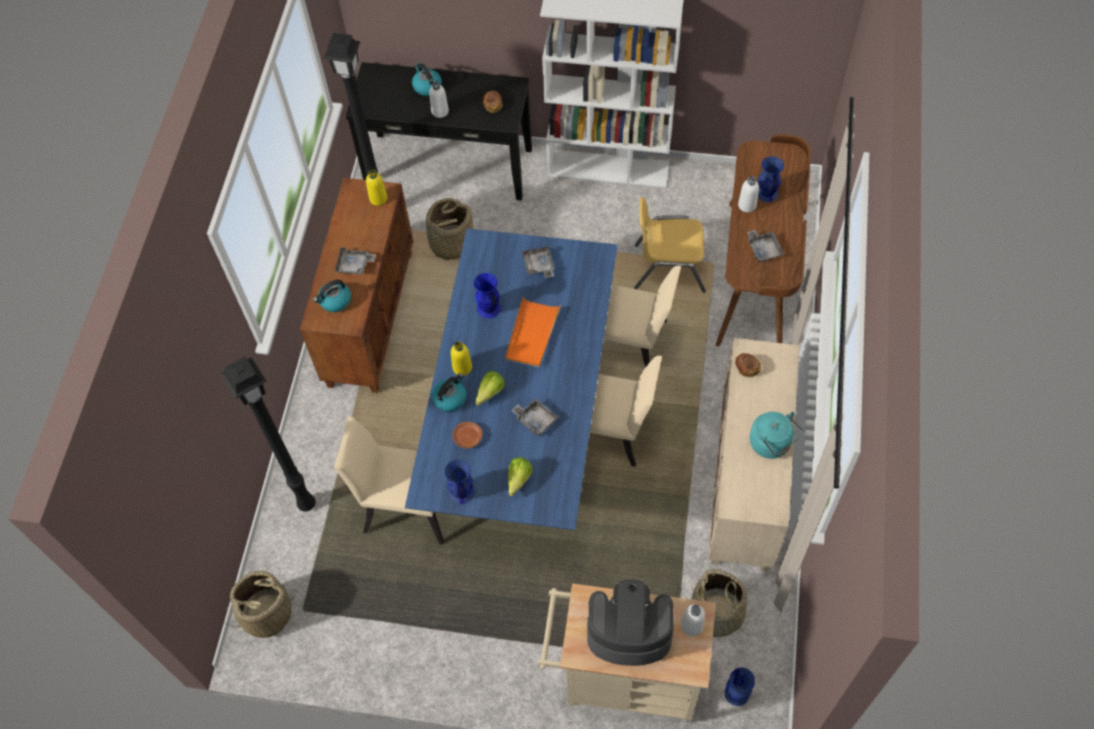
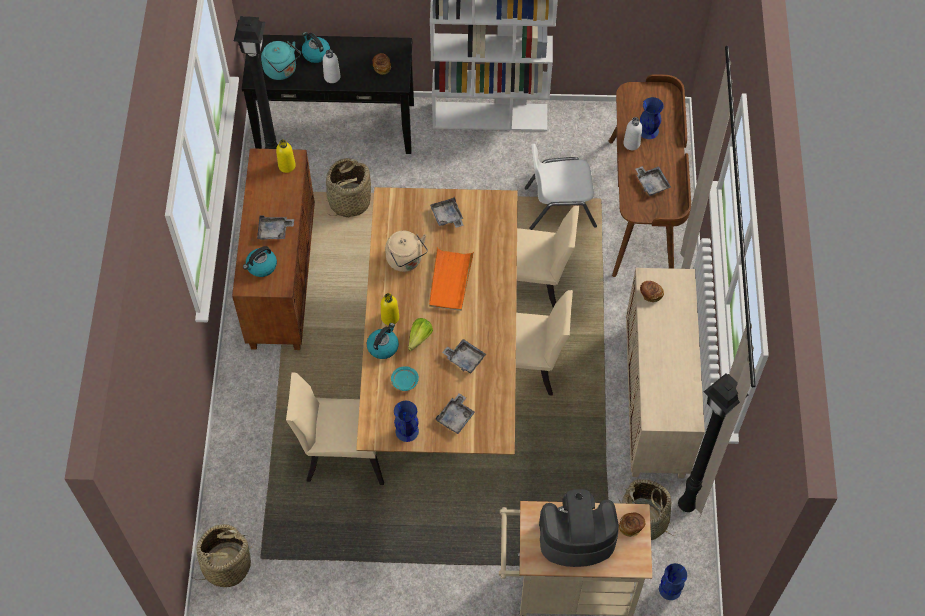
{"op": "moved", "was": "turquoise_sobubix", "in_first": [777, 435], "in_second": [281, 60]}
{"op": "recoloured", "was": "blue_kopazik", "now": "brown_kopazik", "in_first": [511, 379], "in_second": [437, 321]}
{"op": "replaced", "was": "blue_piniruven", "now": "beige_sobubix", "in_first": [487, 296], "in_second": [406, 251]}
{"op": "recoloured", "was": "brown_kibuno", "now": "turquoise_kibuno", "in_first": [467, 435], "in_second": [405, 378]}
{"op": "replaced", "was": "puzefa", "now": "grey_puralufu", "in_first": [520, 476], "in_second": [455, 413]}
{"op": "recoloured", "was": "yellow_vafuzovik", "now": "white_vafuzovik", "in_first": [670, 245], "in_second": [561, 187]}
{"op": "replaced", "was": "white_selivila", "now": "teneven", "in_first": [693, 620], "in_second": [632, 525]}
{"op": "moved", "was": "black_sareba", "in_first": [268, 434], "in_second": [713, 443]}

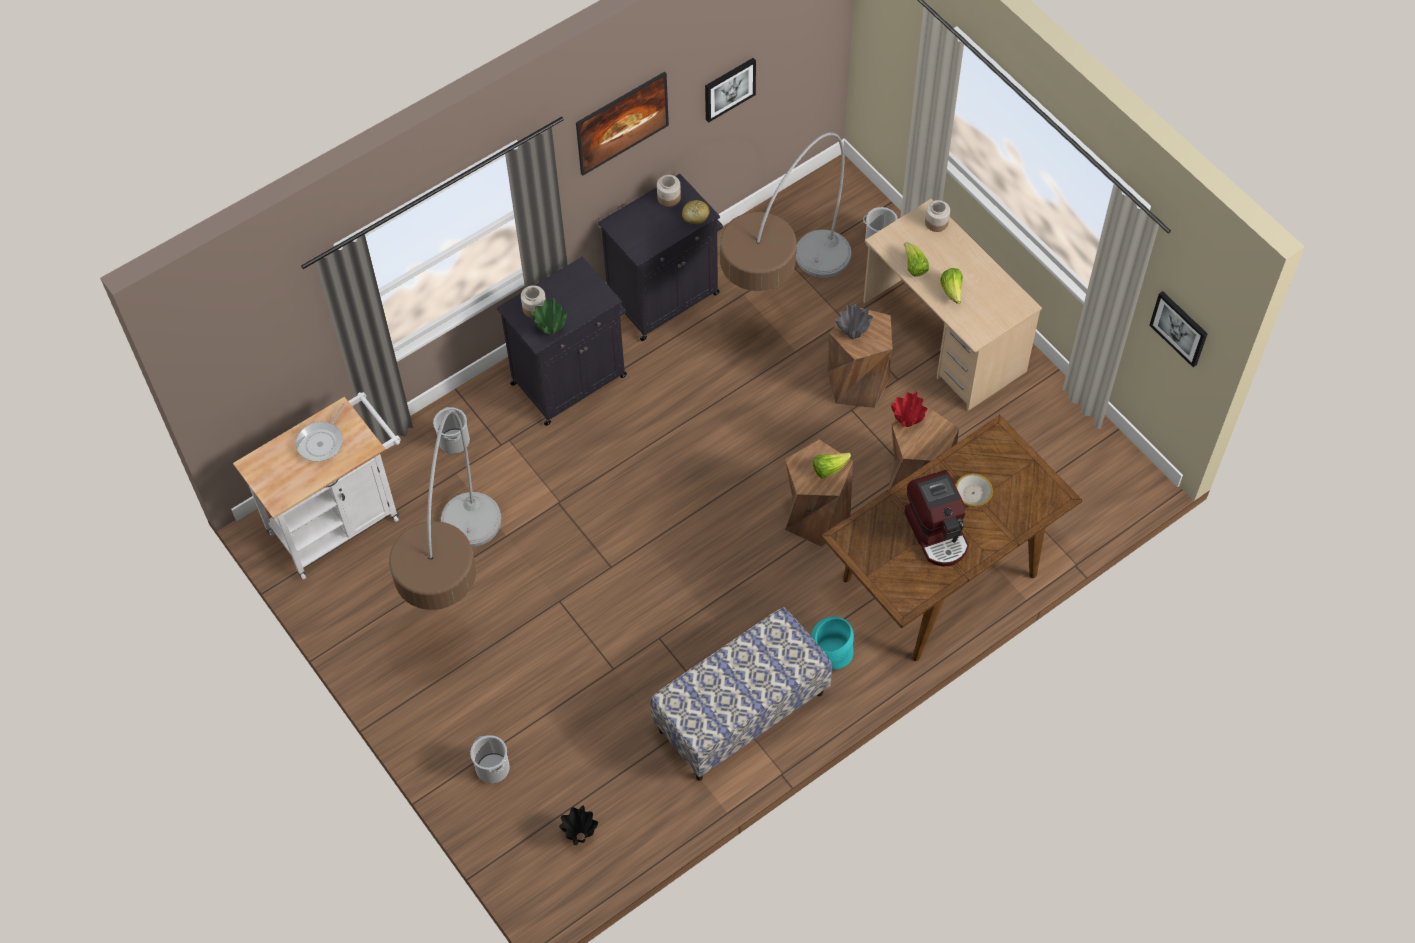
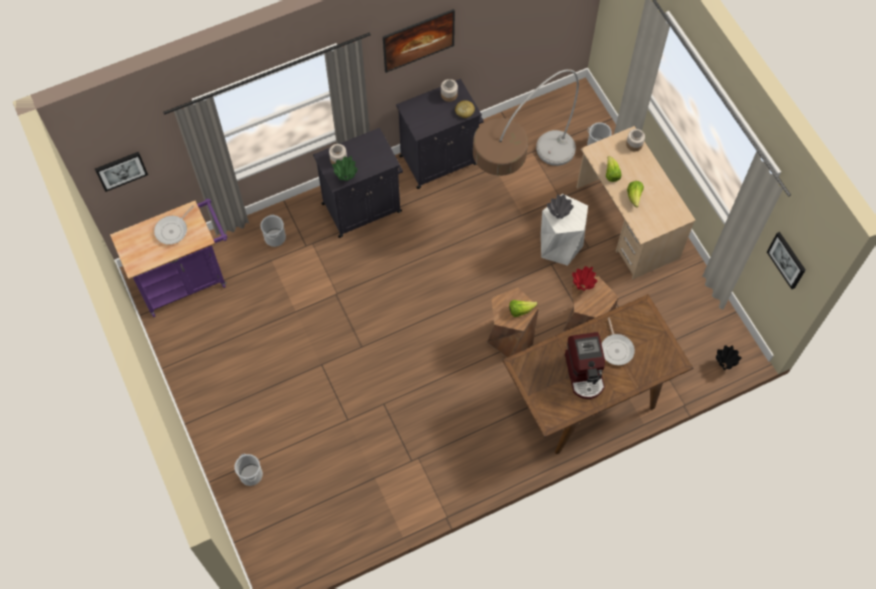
{"op": "moved", "was": "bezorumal", "in_first": [730, 90], "in_second": [121, 172]}
{"op": "recoloured", "was": "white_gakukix", "now": "purple_gakukix", "in_first": [317, 486], "in_second": [169, 258]}
{"op": "recoloured", "was": "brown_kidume", "now": "white_kidume", "in_first": [860, 358], "in_second": [564, 230]}
{"op": "replaced", "was": "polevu", "now": "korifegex", "in_first": [974, 490], "in_second": [618, 341]}
{"op": "moved", "was": "black_piniruven", "in_first": [578, 825], "in_second": [729, 357]}
{"op": "removed", "was": "sareba", "in_first": [445, 509]}
{"op": "removed", "was": "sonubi", "in_first": [741, 694]}
{"op": "removed", "was": "turquoise_piniruven", "in_first": [832, 643]}

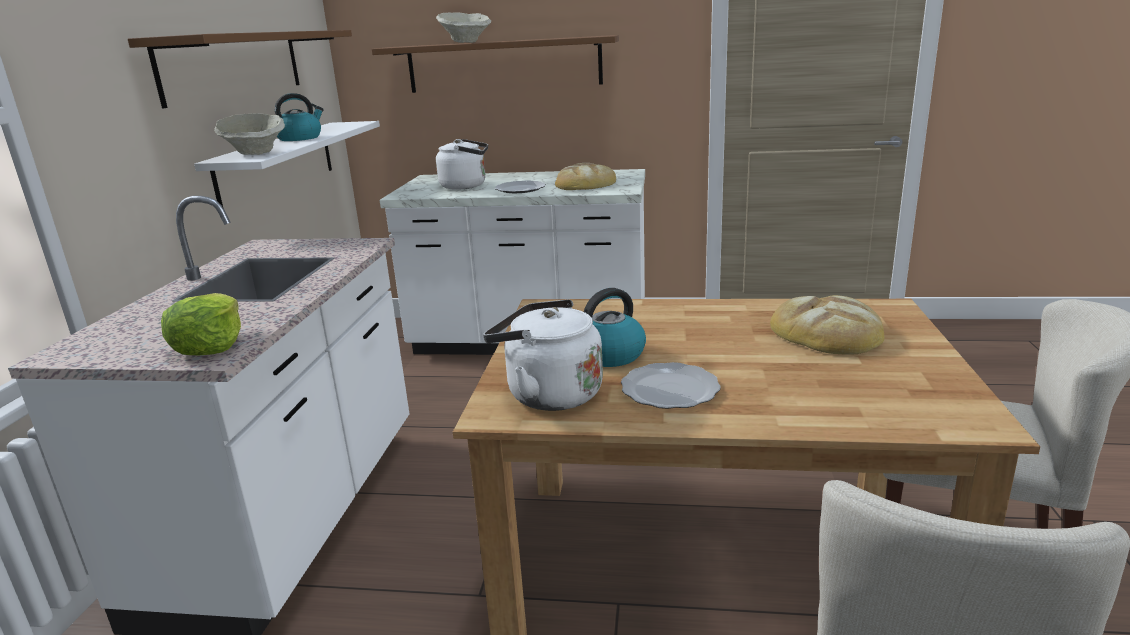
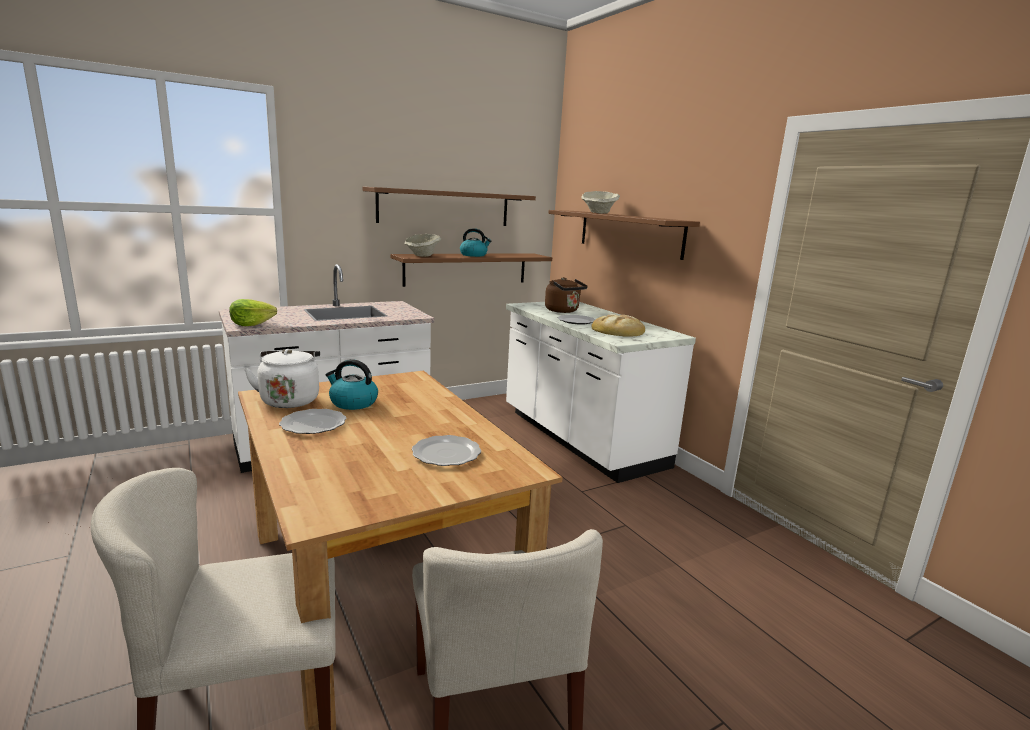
{"op": "recoloured", "was": "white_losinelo", "now": "brown_losinelo", "in_first": [287, 164], "in_second": [471, 270]}
{"op": "replaced", "was": "teneven", "now": "kibuno", "in_first": [827, 325], "in_second": [446, 450]}
{"op": "recoloured", "was": "white_sobubix", "now": "brown_sobubix", "in_first": [462, 164], "in_second": [566, 295]}

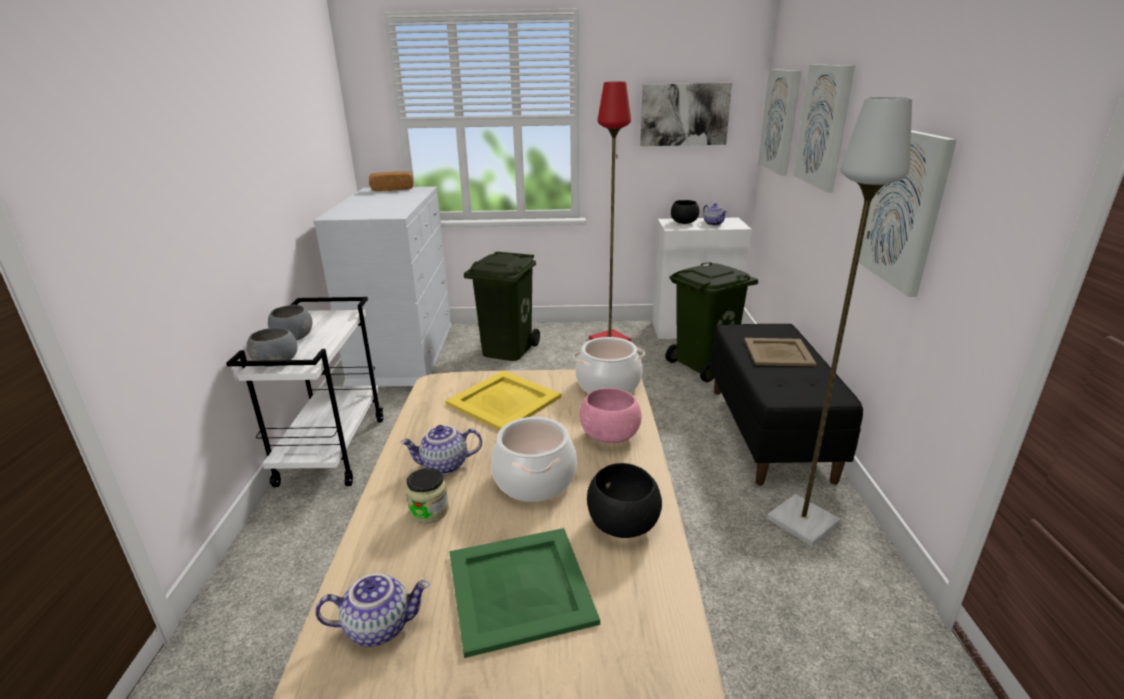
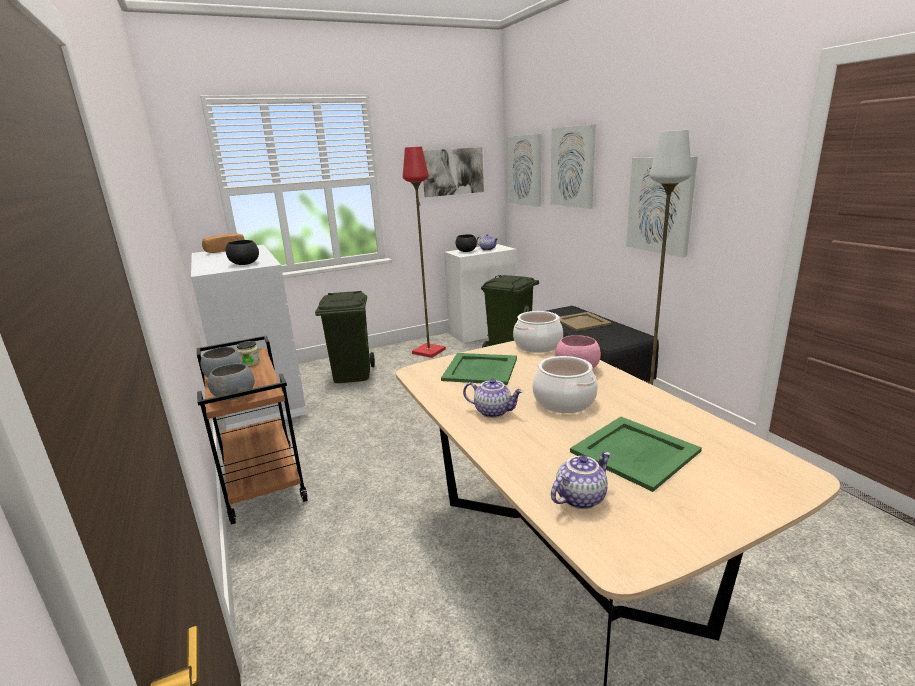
{"op": "recoloured", "was": "white_gakukix", "now": "brown_gakukix", "in_first": [304, 392], "in_second": [252, 430]}
{"op": "moved", "was": "black_polevu", "in_first": [624, 500], "in_second": [242, 252]}
{"op": "moved", "was": "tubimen", "in_first": [427, 496], "in_second": [249, 354]}
{"op": "recoloured", "was": "yellow_puralufu", "now": "green_puralufu", "in_first": [503, 401], "in_second": [479, 369]}
{"op": "turned", "was": "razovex", "in_first": [441, 450], "in_second": [493, 398], "clockwise": -120}

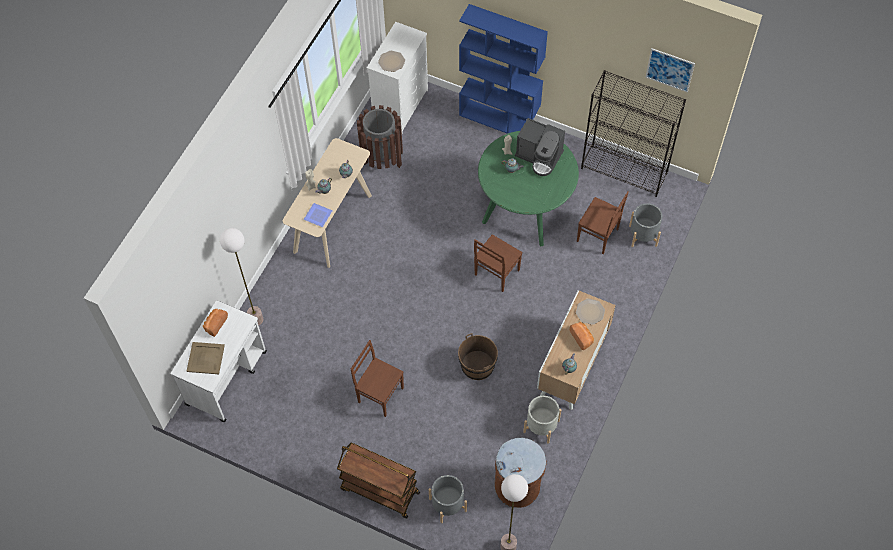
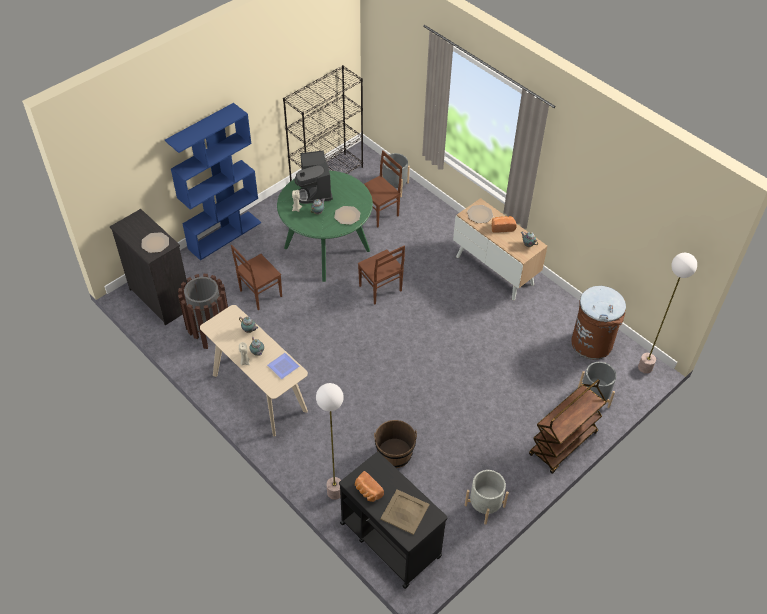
{"op": "recoloured", "was": "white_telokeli", "now": "black_telokeli", "in_first": [397, 78], "in_second": [148, 267]}
{"op": "moved", "was": "brown_vafuzovik", "in_first": [377, 378], "in_second": [256, 277]}
{"op": "turned", "was": "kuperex", "in_first": [540, 147], "in_second": [314, 177], "clockwise": 120}
{"op": "added", "now": "kibuno", "in_second": [347, 215]}
{"op": "recoloured", "was": "white_gakukix", "now": "black_gakukix", "in_first": [219, 361], "in_second": [393, 520]}
{"op": "moved", "was": "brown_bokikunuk", "in_first": [478, 356], "in_second": [395, 444]}
{"op": "moved", "was": "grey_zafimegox", "in_first": [542, 420], "in_second": [487, 497]}
{"op": "removed", "was": "bezorumal", "in_first": [670, 70]}

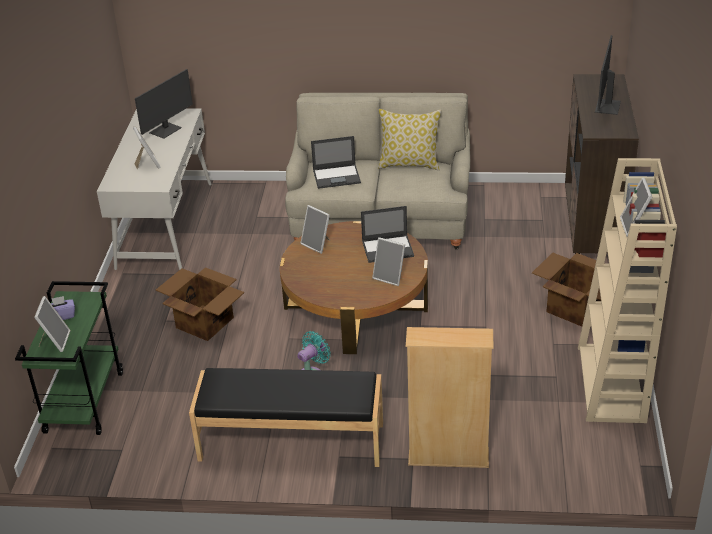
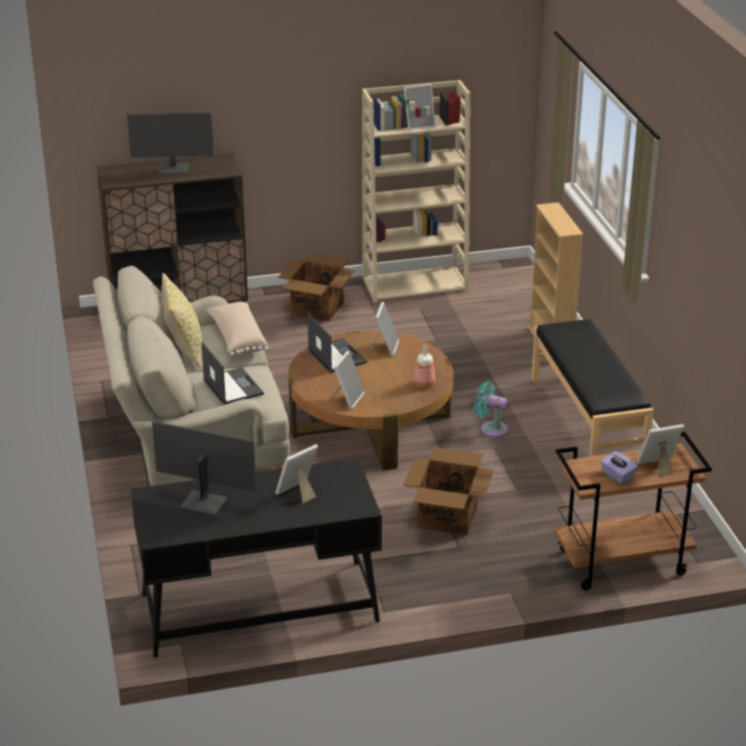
{"op": "recoloured", "was": "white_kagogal", "now": "black_kagogal", "in_first": [154, 189], "in_second": [256, 558]}
{"op": "added", "now": "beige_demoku", "in_second": [237, 328]}
{"op": "added", "now": "selivila", "in_second": [424, 366]}
{"op": "recoloured", "was": "green_gakukix", "now": "brown_gakukix", "in_first": [69, 358], "in_second": [633, 511]}

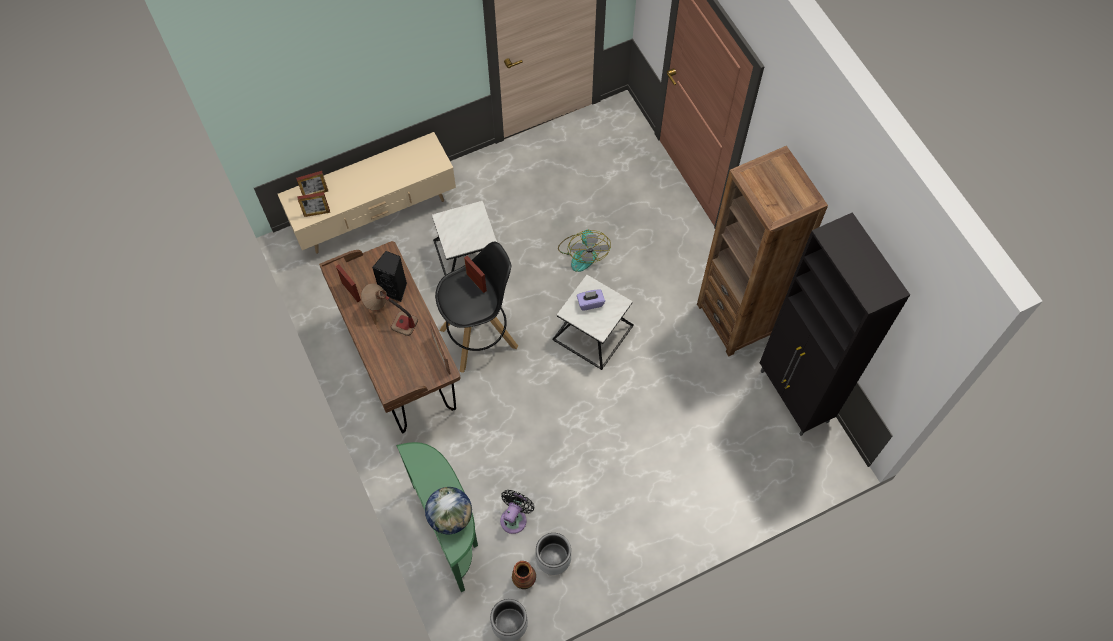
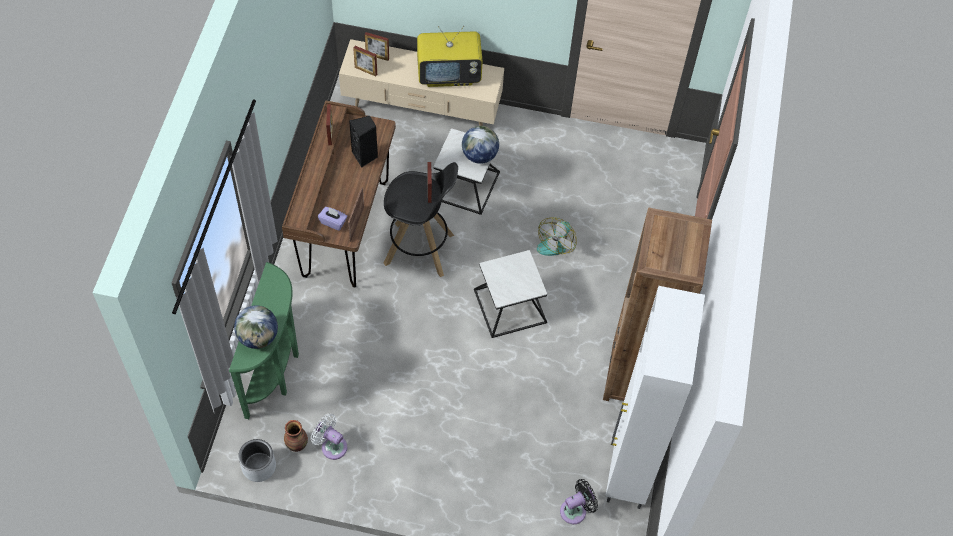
{"op": "replaced", "was": "grey_zafimegox", "now": "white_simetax", "in_first": [553, 554], "in_second": [329, 437]}
{"op": "moved", "was": "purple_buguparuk", "in_first": [591, 300], "in_second": [332, 219]}
{"op": "added", "now": "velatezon", "in_second": [450, 56]}
{"op": "added", "now": "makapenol", "in_second": [480, 145]}
{"op": "moved", "was": "black_simetax", "in_first": [517, 512], "in_second": [579, 501]}
{"op": "recoloured", "was": "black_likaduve", "now": "white_likaduve", "in_first": [835, 324], "in_second": [655, 397]}
{"op": "removed", "was": "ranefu", "in_first": [389, 309]}

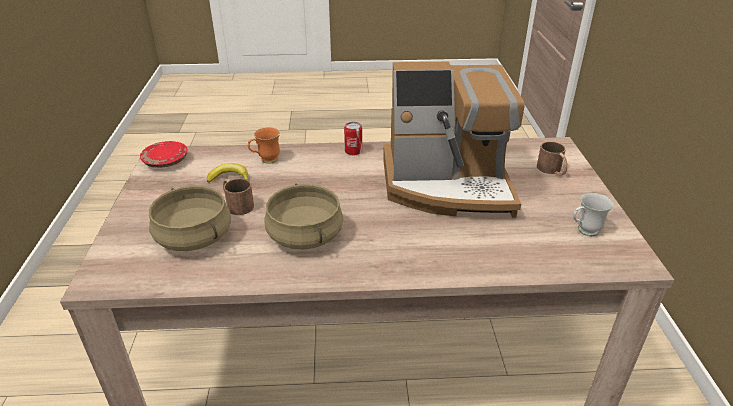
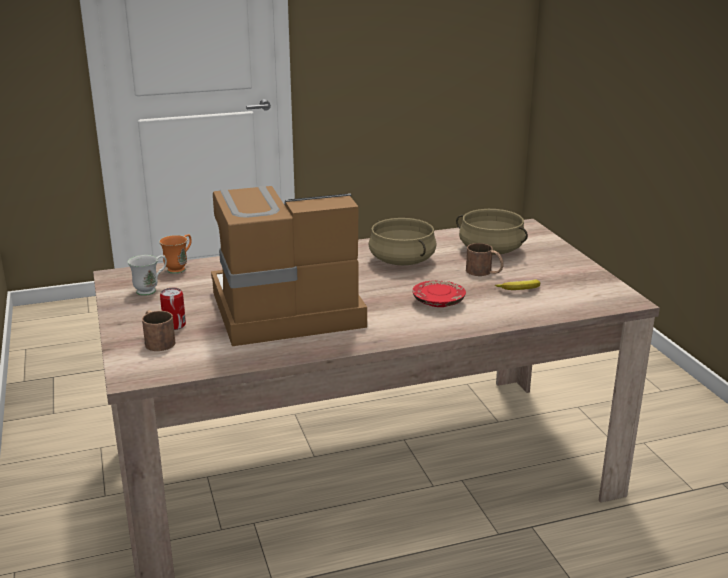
{"op": "moved", "was": "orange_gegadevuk", "in_first": [264, 145], "in_second": [175, 254]}
{"op": "moved", "was": "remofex", "in_first": [353, 138], "in_second": [173, 309]}
{"op": "moved", "was": "red_kibuno", "in_first": [164, 154], "in_second": [439, 293]}

